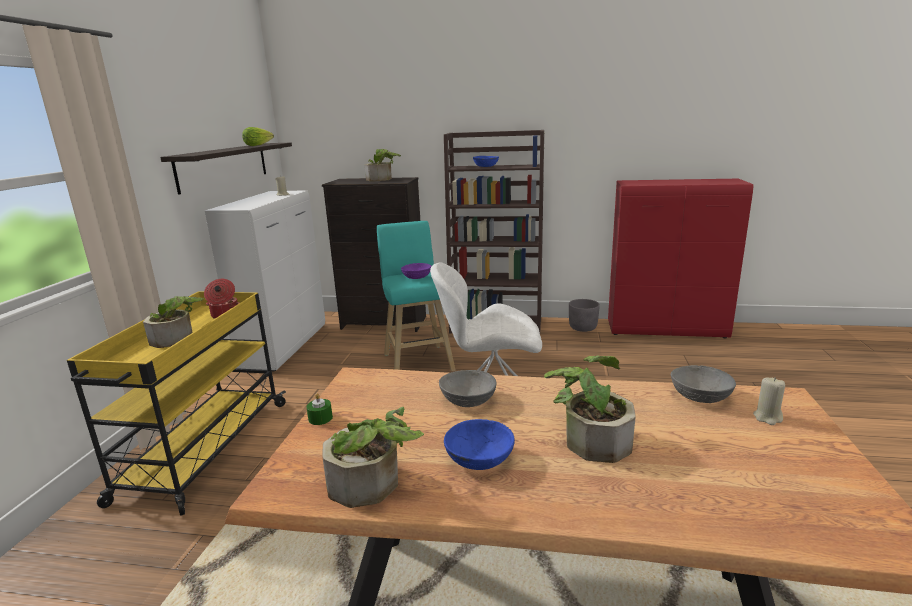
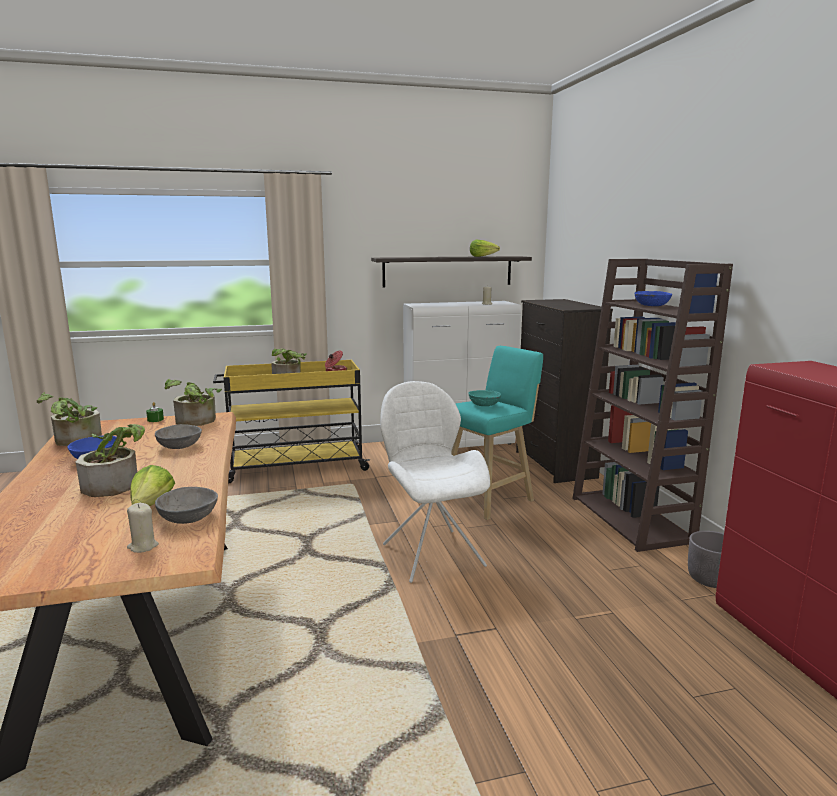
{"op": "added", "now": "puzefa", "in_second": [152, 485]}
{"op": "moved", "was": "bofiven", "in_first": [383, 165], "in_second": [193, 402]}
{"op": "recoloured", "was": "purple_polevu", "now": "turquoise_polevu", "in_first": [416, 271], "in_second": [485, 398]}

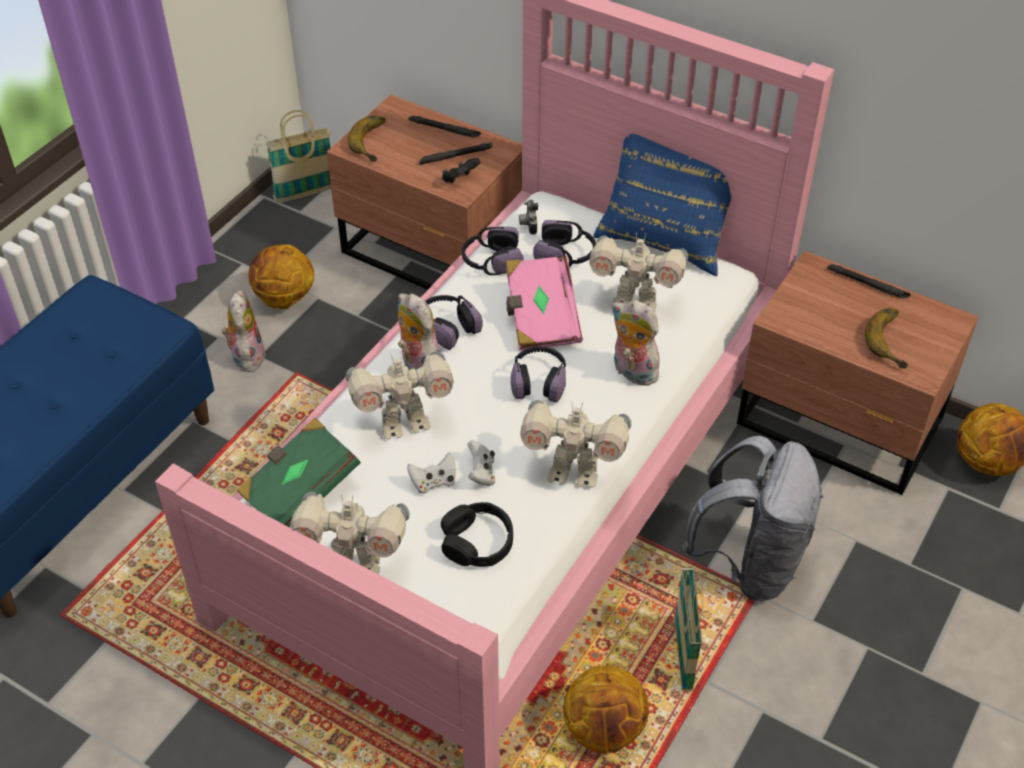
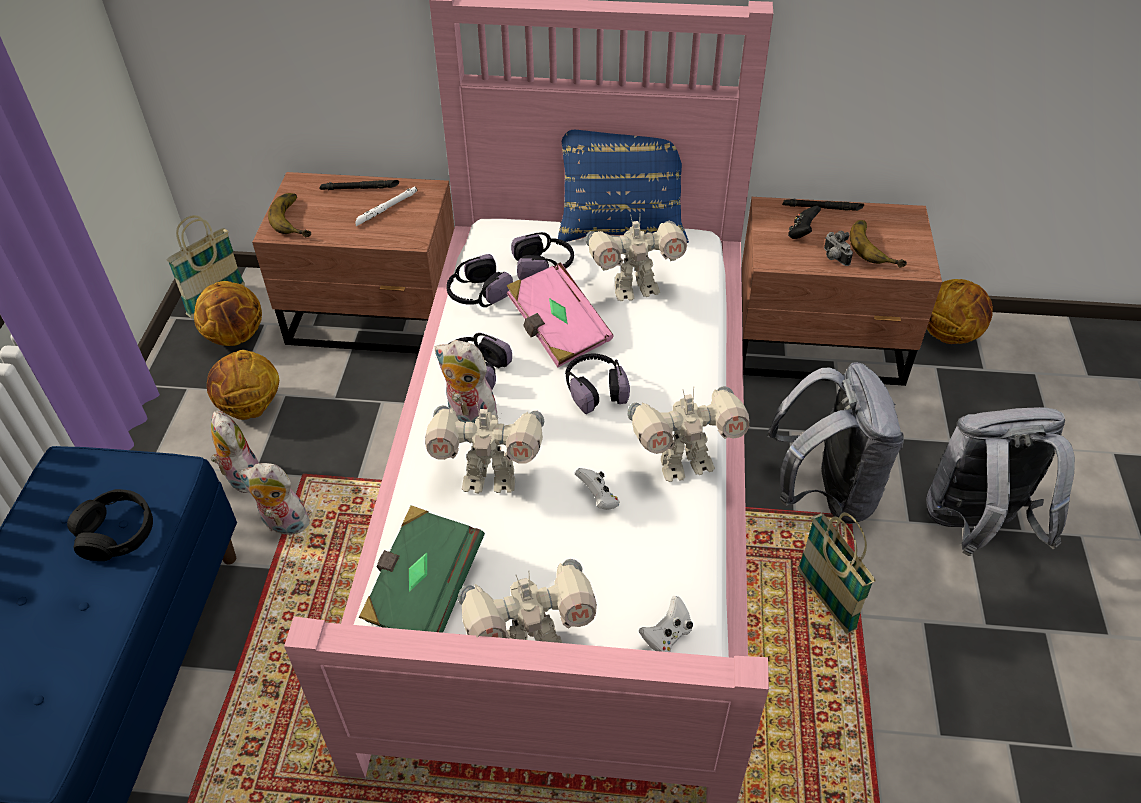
{"op": "moved", "was": "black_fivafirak", "in_first": [477, 534], "in_second": [110, 525]}
{"op": "moved", "was": "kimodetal", "in_first": [606, 709], "in_second": [228, 313]}
{"op": "moved", "was": "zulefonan", "in_first": [635, 343], "in_second": [274, 499]}
{"op": "recoloured", "was": "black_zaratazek", "now": "white_zaratazek", "in_first": [455, 153], "in_second": [386, 206]}
{"op": "turned", "was": "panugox", "in_first": [400, 395], "in_second": [485, 448], "clockwise": 45}
{"op": "moved", "was": "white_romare", "in_first": [431, 473], "in_second": [666, 624]}
{"op": "moved", "was": "black_romare", "in_first": [461, 170], "in_second": [804, 222]}
{"op": "moved", "was": "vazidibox", "in_first": [529, 217], "in_second": [838, 248]}
{"op": "added", "now": "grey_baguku", "in_second": [1000, 481]}

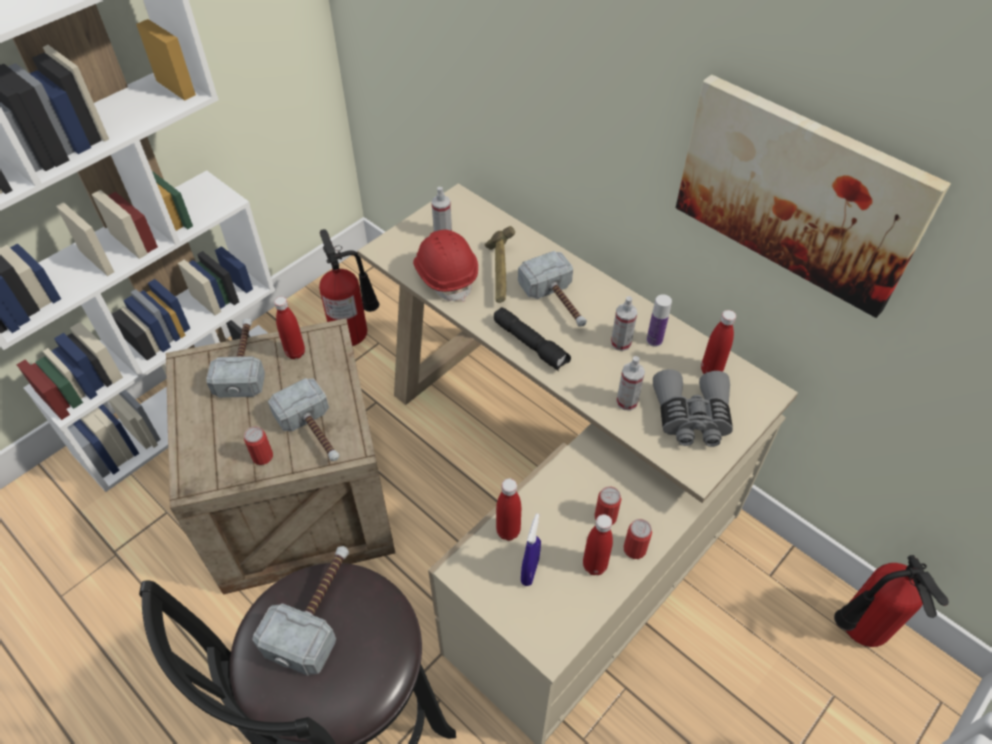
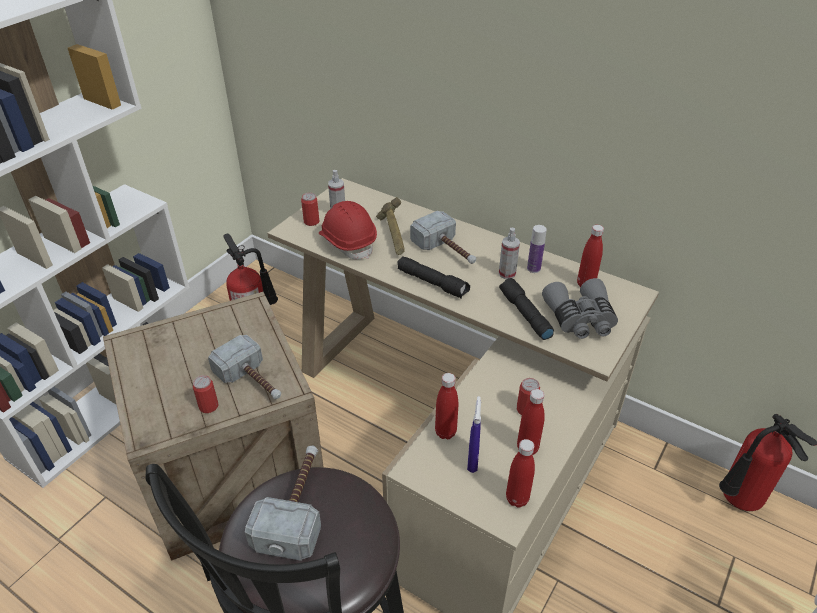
{"op": "moved", "was": "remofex", "in_first": [638, 539], "in_second": [310, 209]}
{"op": "replaced", "was": "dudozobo", "now": "black_zaratazek", "in_first": [630, 383], "in_second": [526, 309]}
{"op": "moved", "was": "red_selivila", "in_first": [289, 328], "in_second": [520, 473]}
{"op": "removed", "was": "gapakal", "in_first": [235, 358]}
{"op": "removed", "was": "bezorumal", "in_first": [813, 196]}

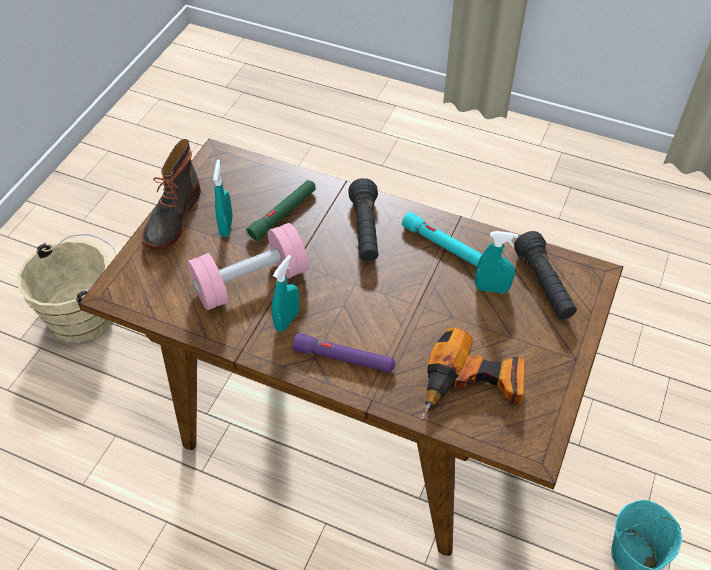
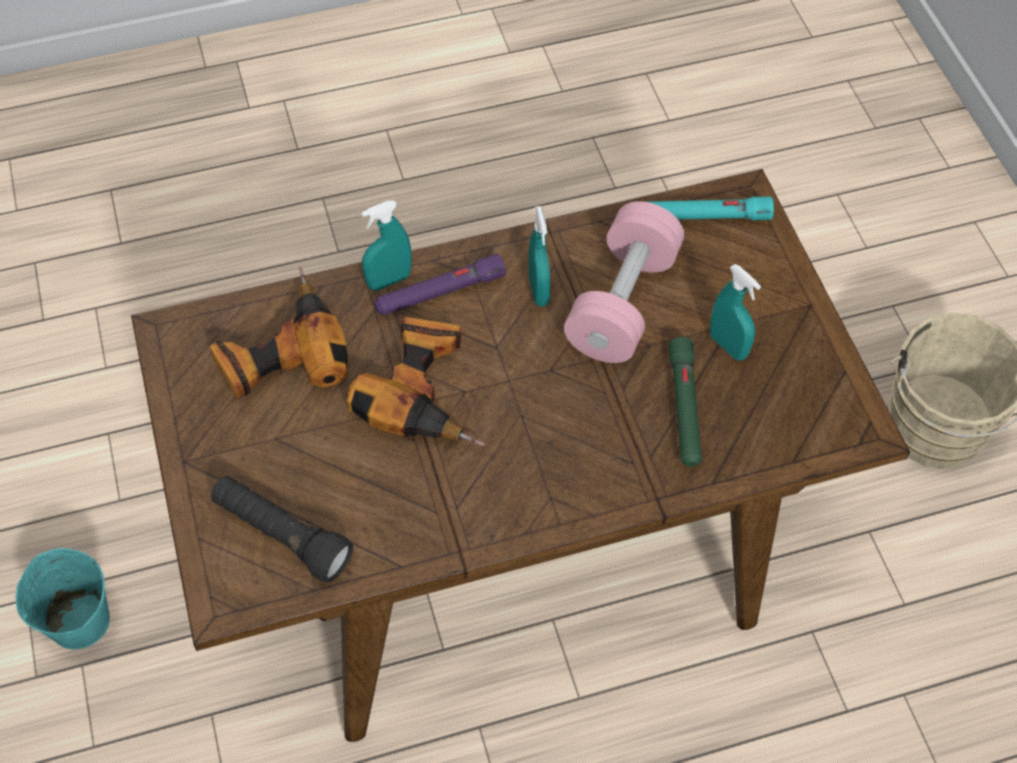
{"op": "added", "now": "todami", "in_second": [416, 382]}
{"op": "moved", "was": "turquoise_dudozobo", "in_first": [496, 262], "in_second": [386, 245]}
{"op": "moved", "was": "turquoise_zaratazek", "in_first": [442, 239], "in_second": [710, 208]}
{"op": "removed", "was": "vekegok", "in_first": [171, 194]}
{"op": "removed", "was": "black_zaratazek", "in_first": [363, 220]}

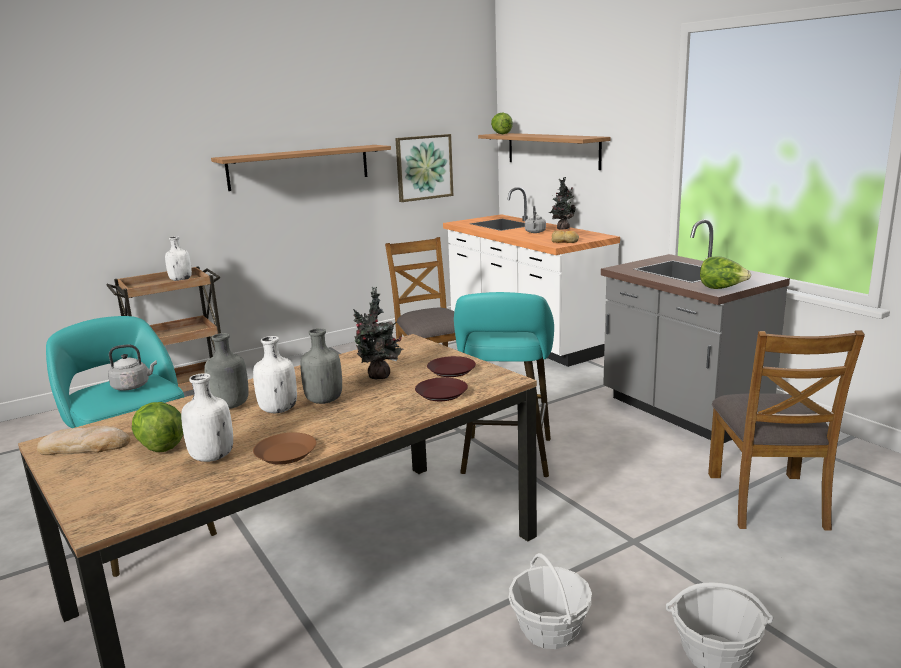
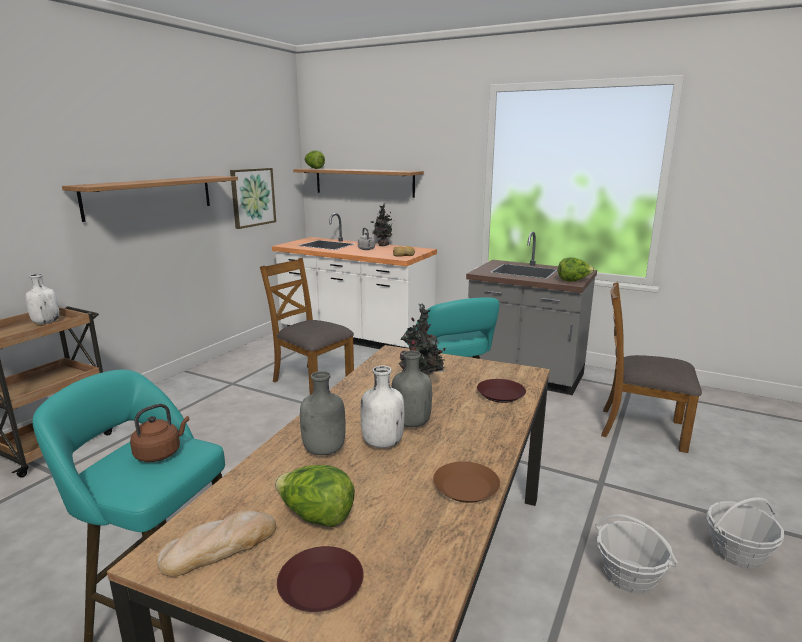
{"op": "recoloured", "was": "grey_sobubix", "now": "brown_sobubix", "in_first": [132, 367], "in_second": [160, 433]}
{"op": "moved", "was": "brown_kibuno", "in_first": [451, 366], "in_second": [320, 579]}
{"op": "turned", "was": "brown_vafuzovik", "in_first": [786, 430], "in_second": [651, 367], "clockwise": 135}
{"op": "removed", "was": "white_selivila", "in_first": [207, 417]}

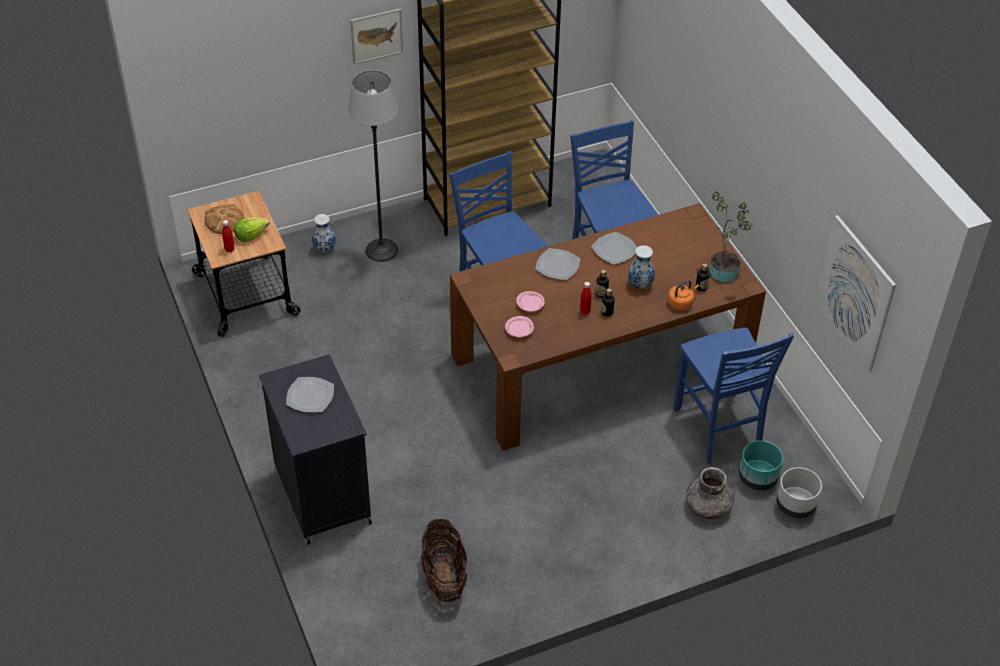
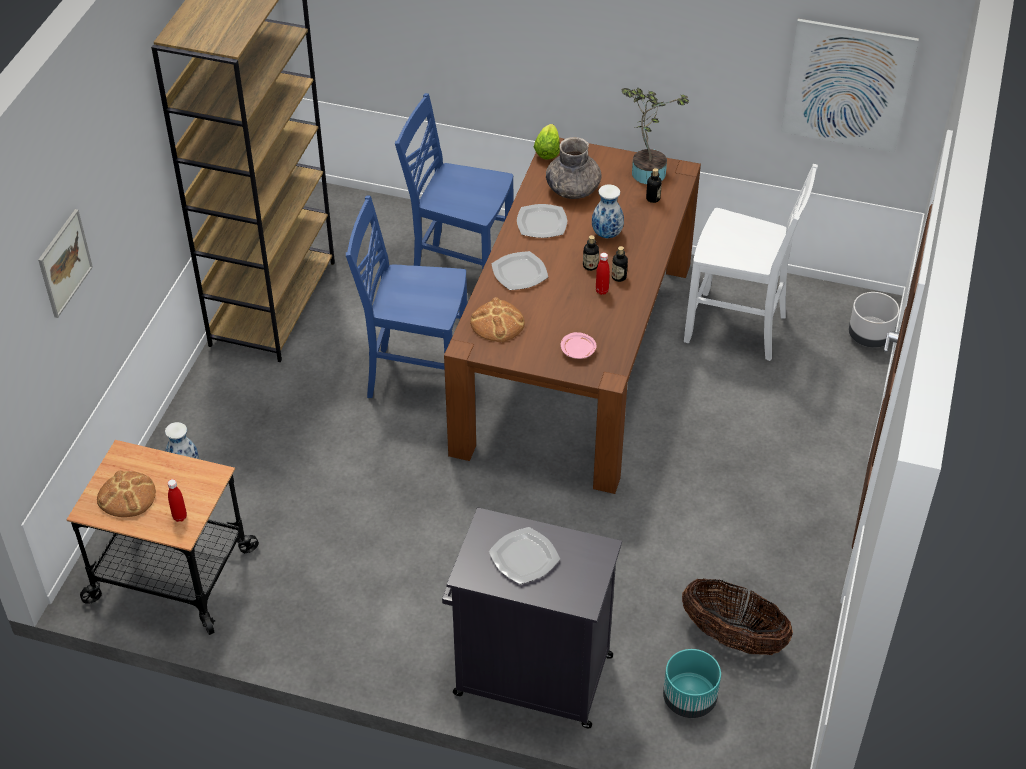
{"op": "moved", "was": "bezorumal", "in_first": [376, 36], "in_second": [65, 263]}
{"op": "added", "now": "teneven", "in_second": [497, 319]}
{"op": "moved", "was": "puzefa", "in_first": [252, 229], "in_second": [546, 142]}
{"op": "moved", "was": "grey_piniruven", "in_first": [710, 493], "in_second": [574, 168]}
{"op": "moved", "was": "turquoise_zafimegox", "in_first": [761, 465], "in_second": [692, 683]}
{"op": "recoloured", "was": "blue_vafuzovik", "now": "white_vafuzovik", "in_first": [734, 395], "in_second": [751, 262]}
{"op": "removed", "was": "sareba", "in_first": [373, 166]}
{"op": "removed", "was": "pink_kibuno", "in_first": [530, 301]}
{"op": "removed", "was": "orange_sobubix", "in_first": [683, 295]}

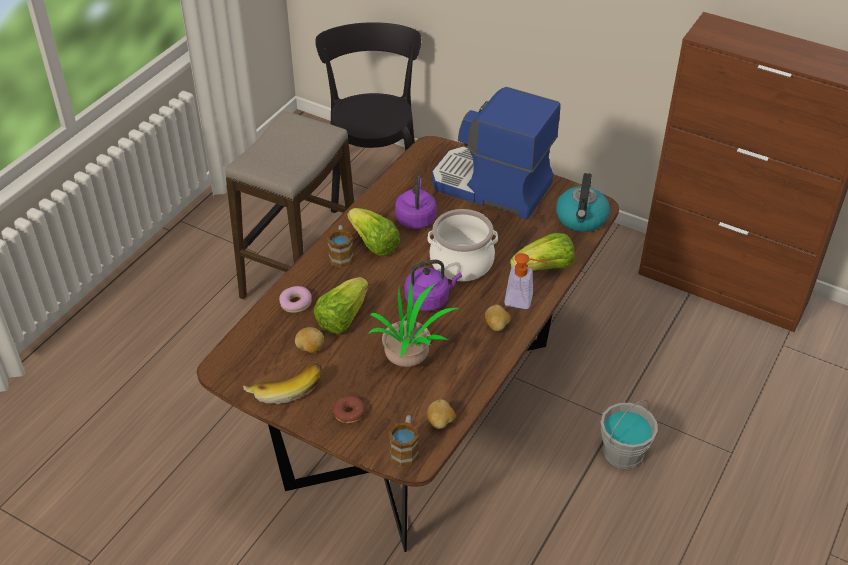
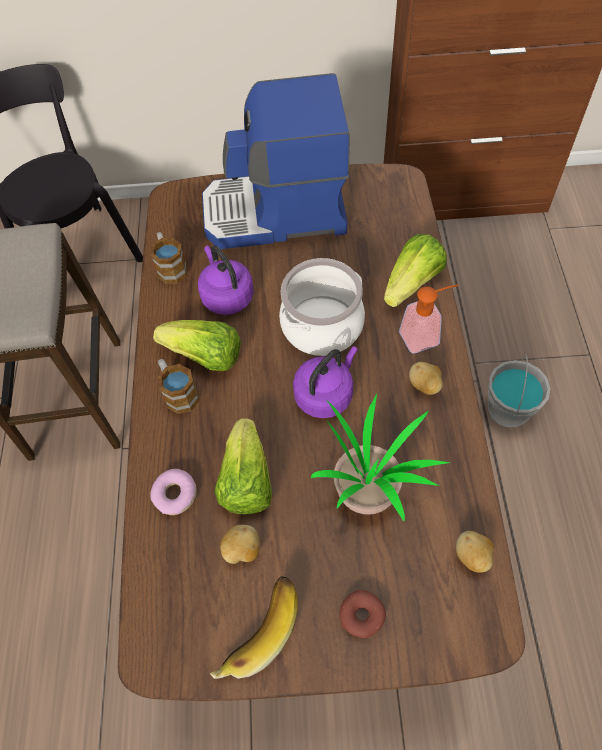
{"op": "moved", "was": "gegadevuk", "in_first": [404, 441], "in_second": [169, 258]}
{"op": "removed", "was": "sobubix", "in_first": [583, 202]}

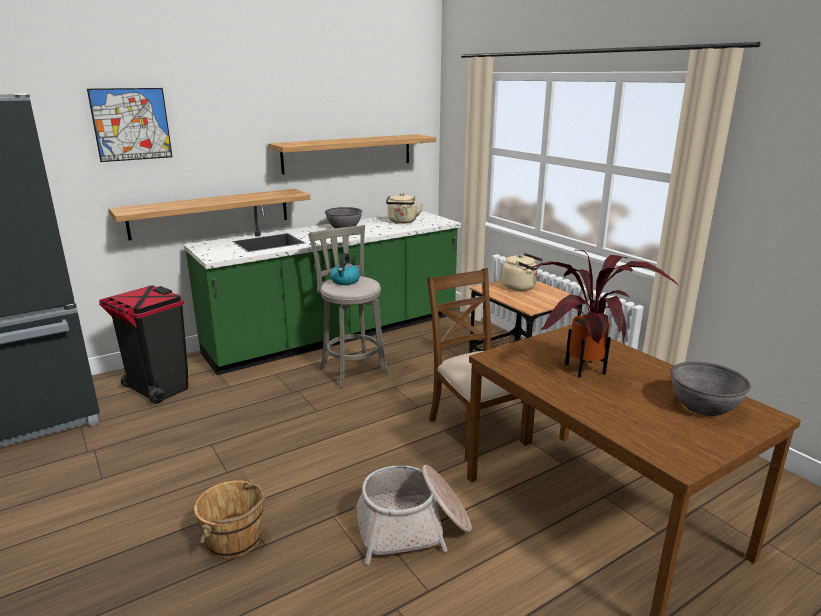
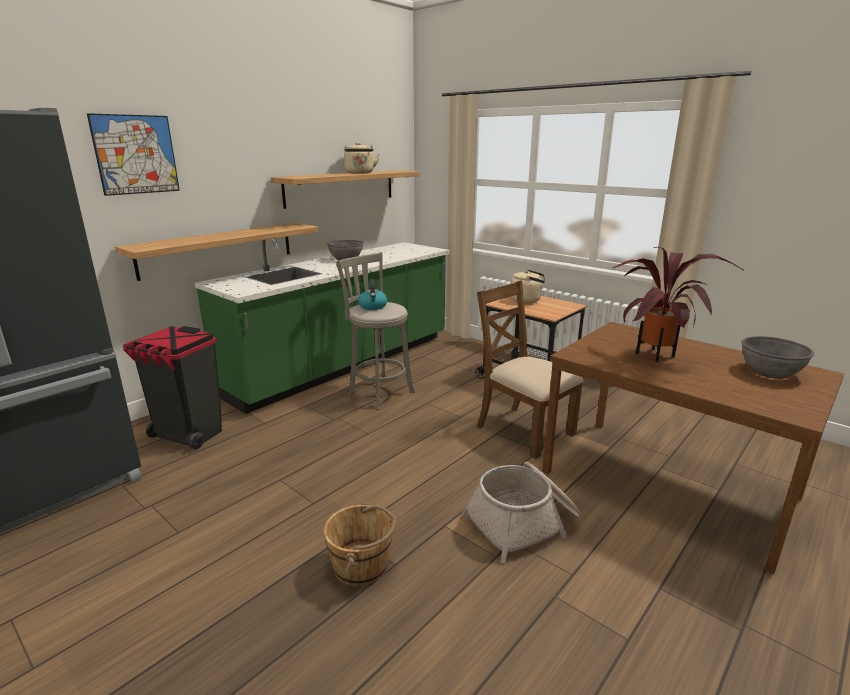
{"op": "moved", "was": "beige_sobubix", "in_first": [404, 208], "in_second": [362, 158]}

